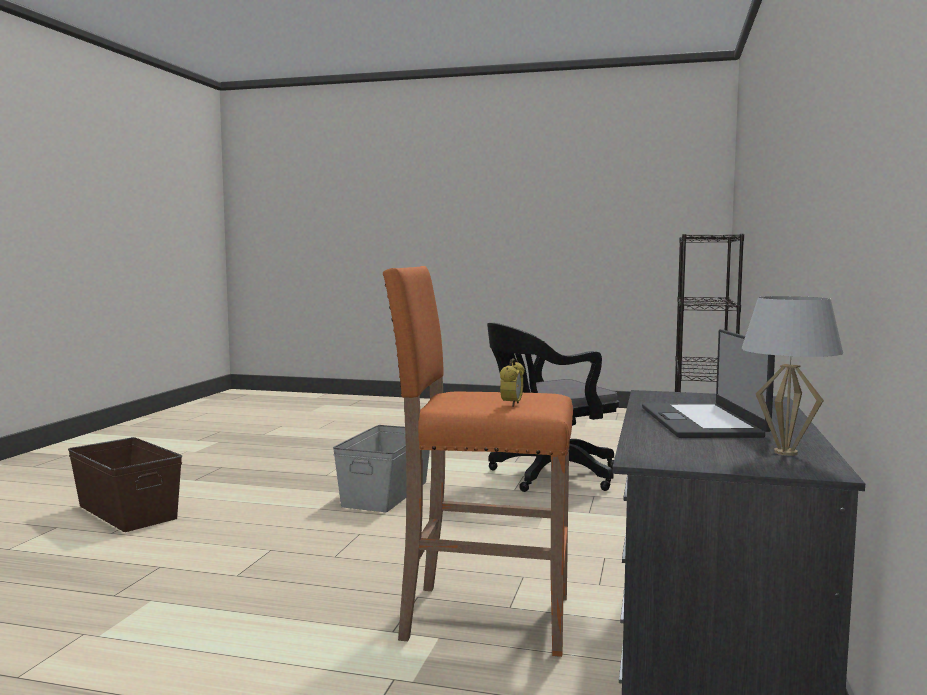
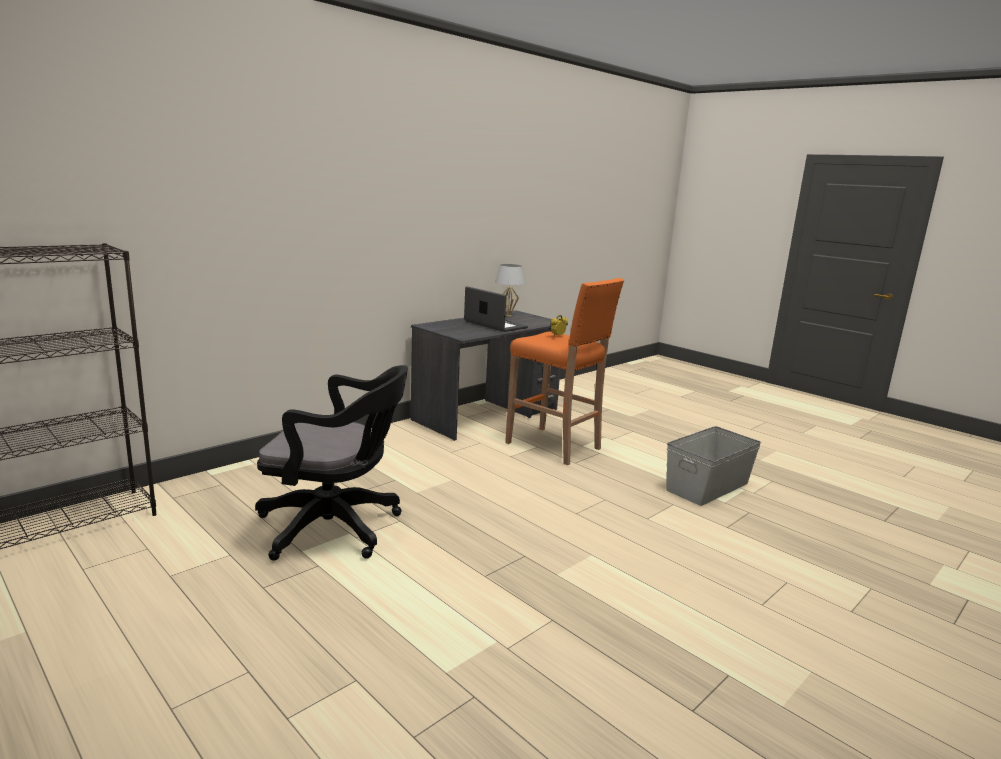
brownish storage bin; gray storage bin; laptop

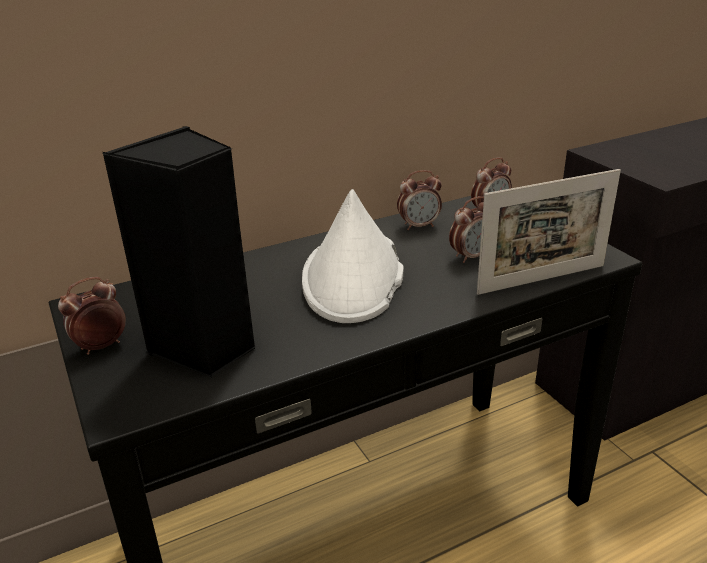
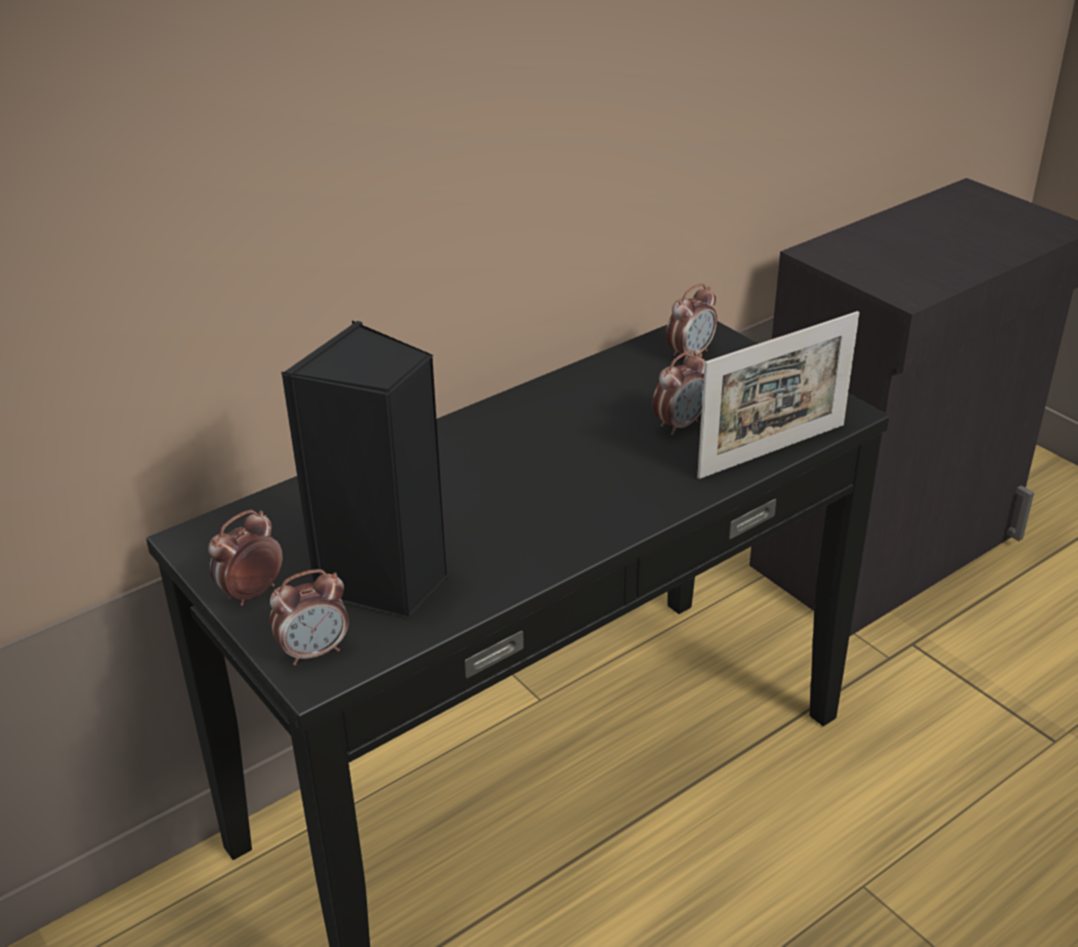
white-coloured wearable hat; table clock (no. 2 from left)

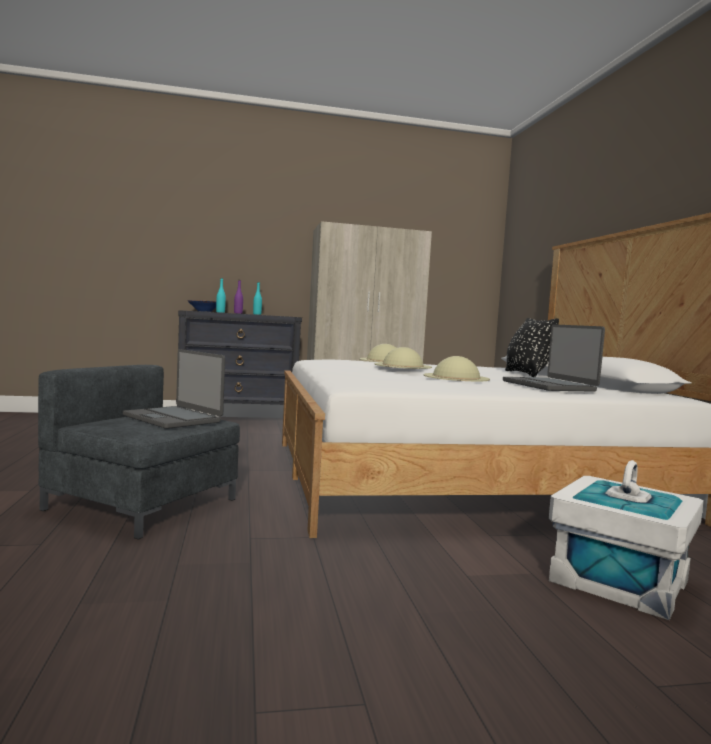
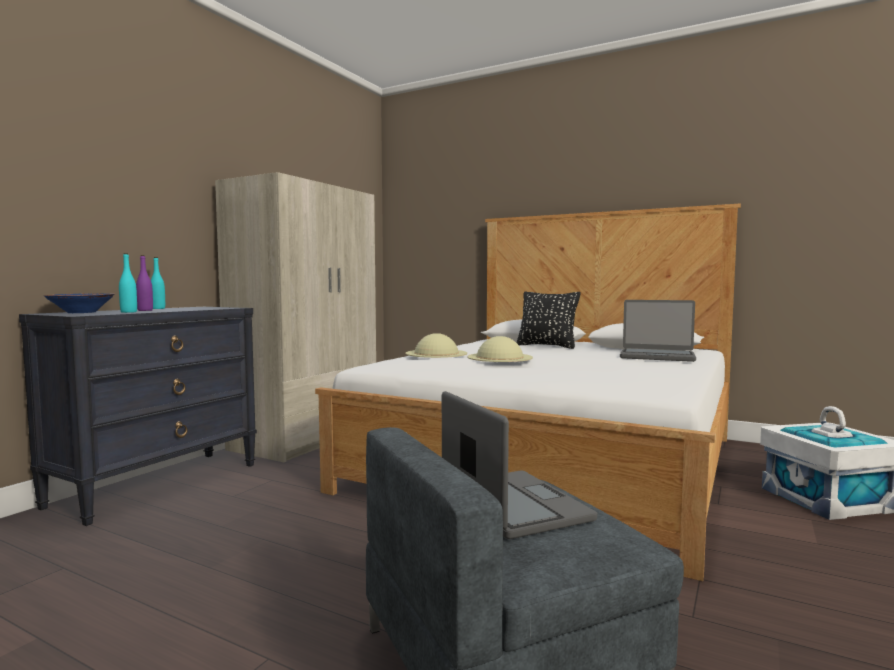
beige-coloured wearable hat (no. 3 from left in the first image); laptop (no. 1 from left)

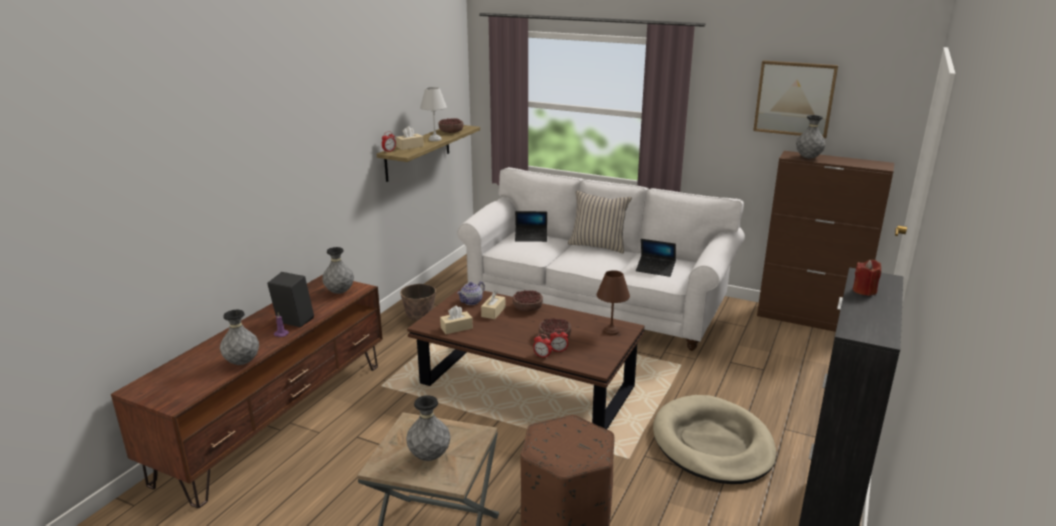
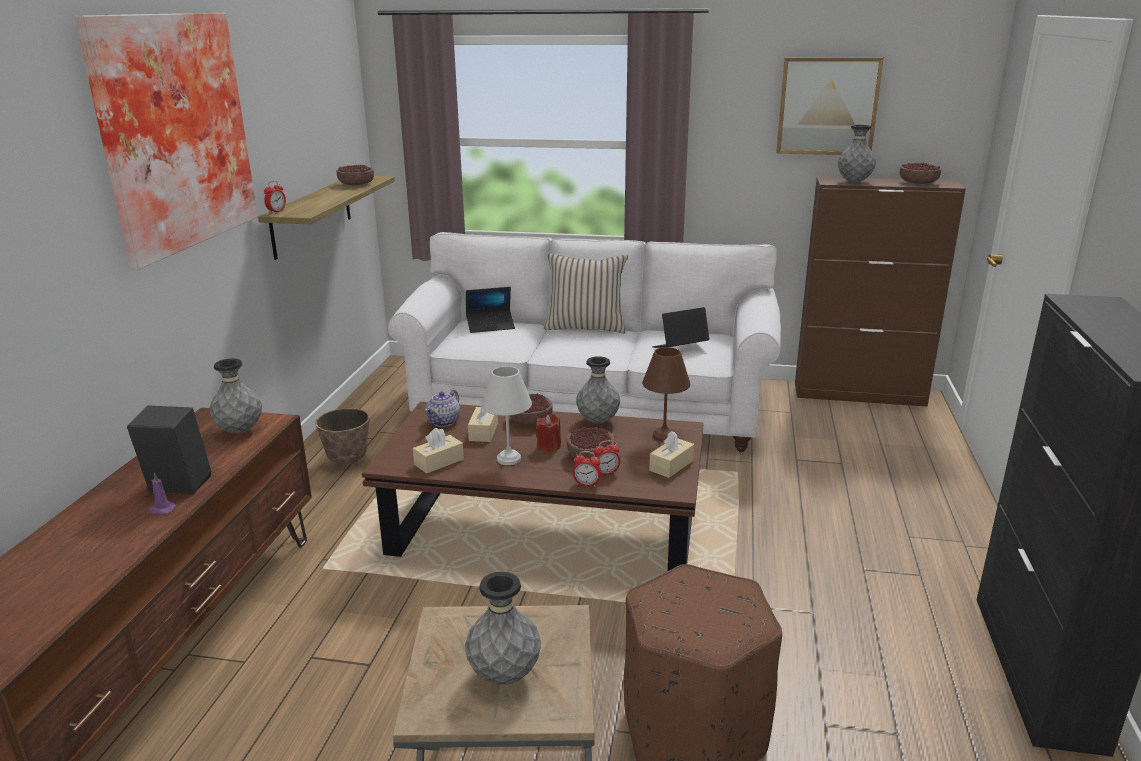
beige-coloured dog cushion; wall art (no. 1 from left); bowl (no. 4 from left); gray decorative vase (no. 3 from left); beige-coloured tissue holder (no. 3 from left); white-coloured lamp for a table; reddish wax light; laptop (no. 2 from left)

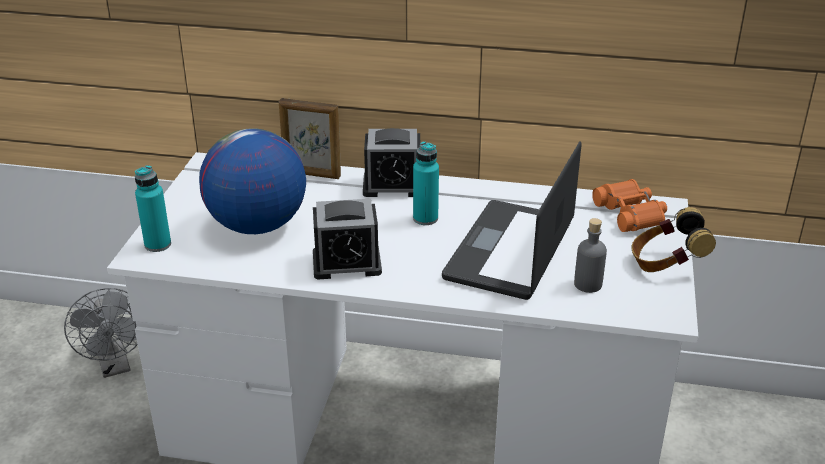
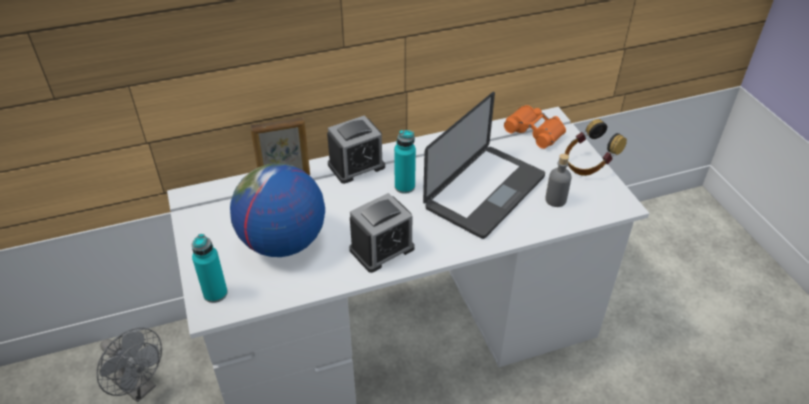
laptop

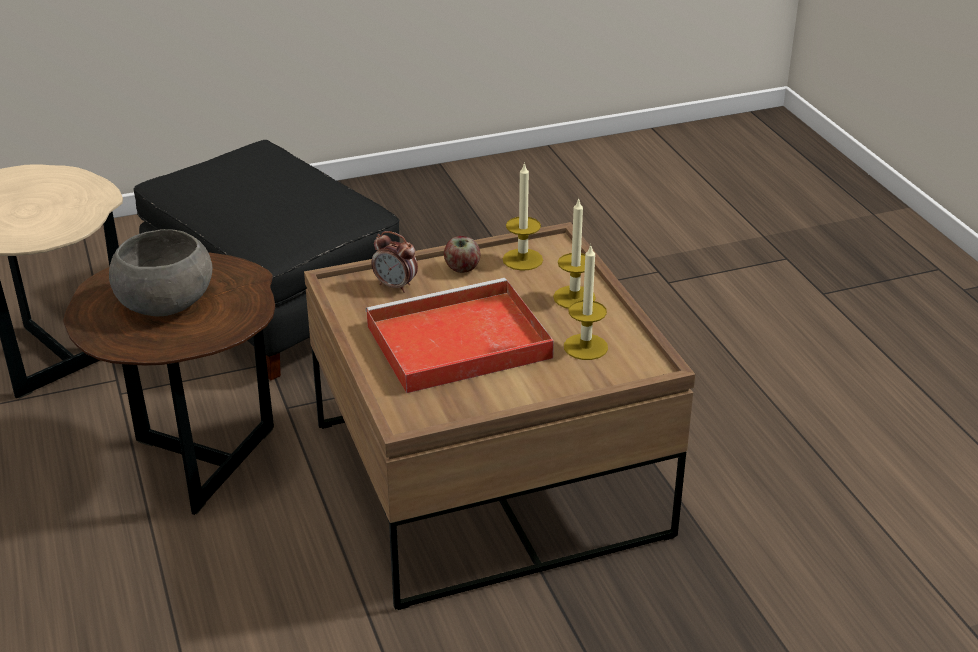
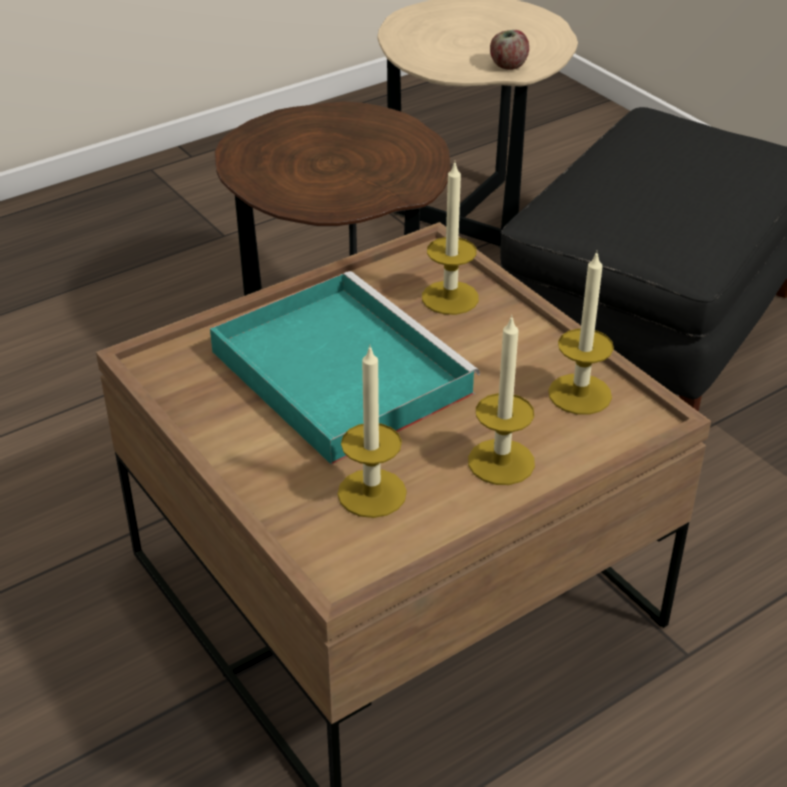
gray bowl; apple; wax light (no. 2 from left); turquoise-coloured tray

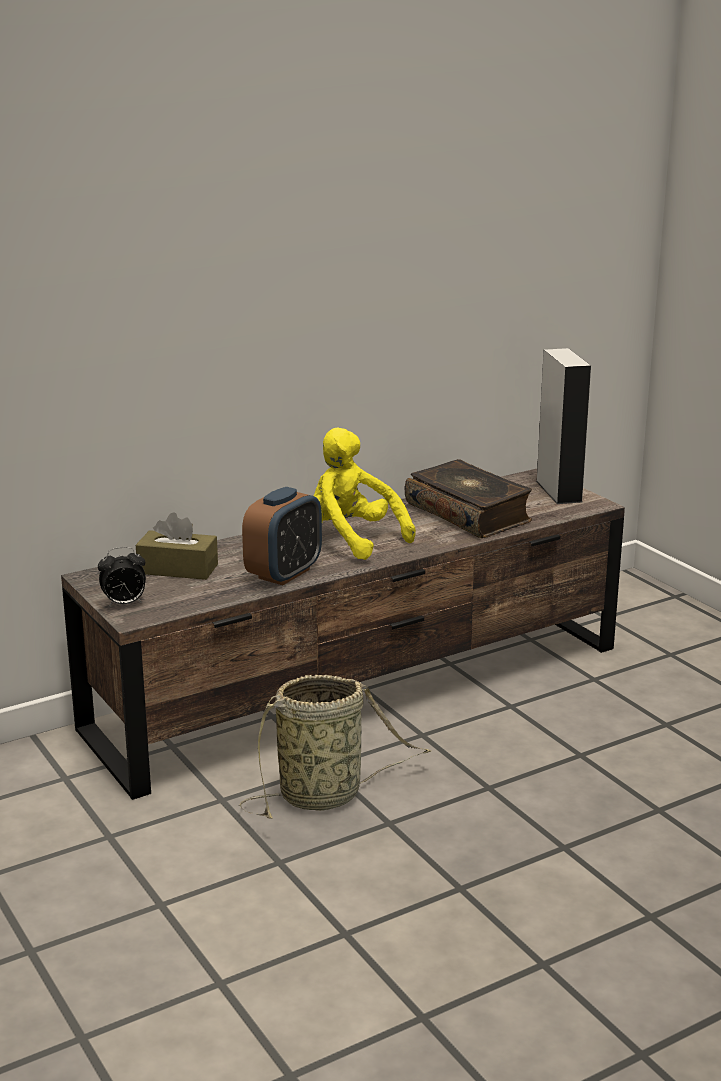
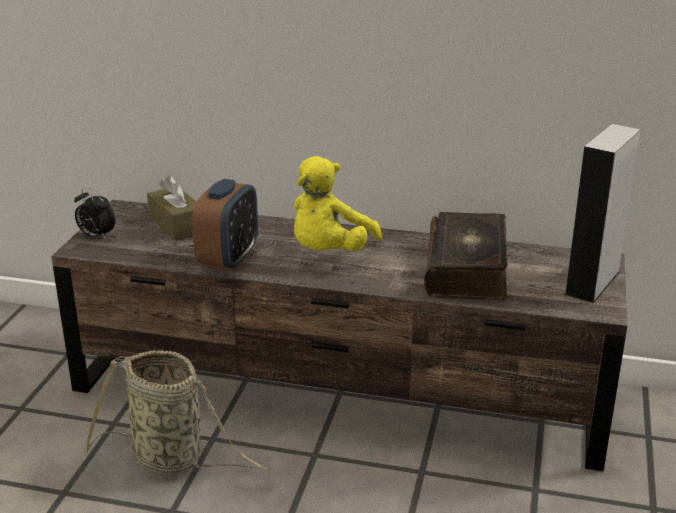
table clock (no. 2 from left); yellowish soft toy

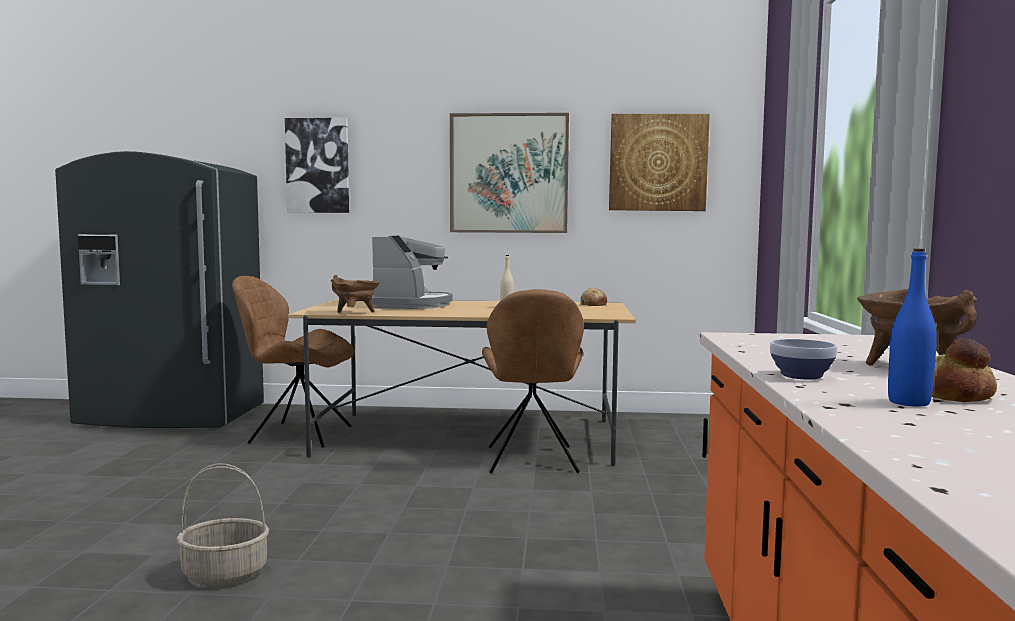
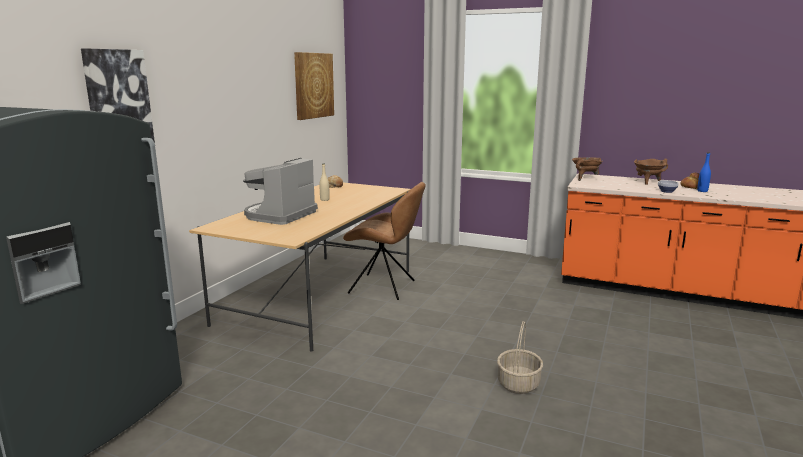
brownish chair (no. 1 from left in the first image); wall art (no. 2 from left in the first image); brownish saucepot (no. 1 from left); coffee brewer

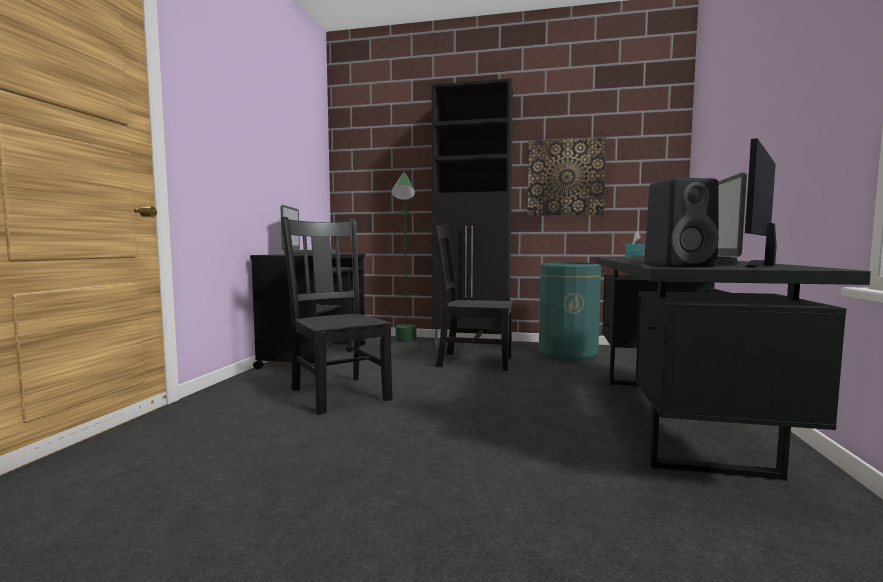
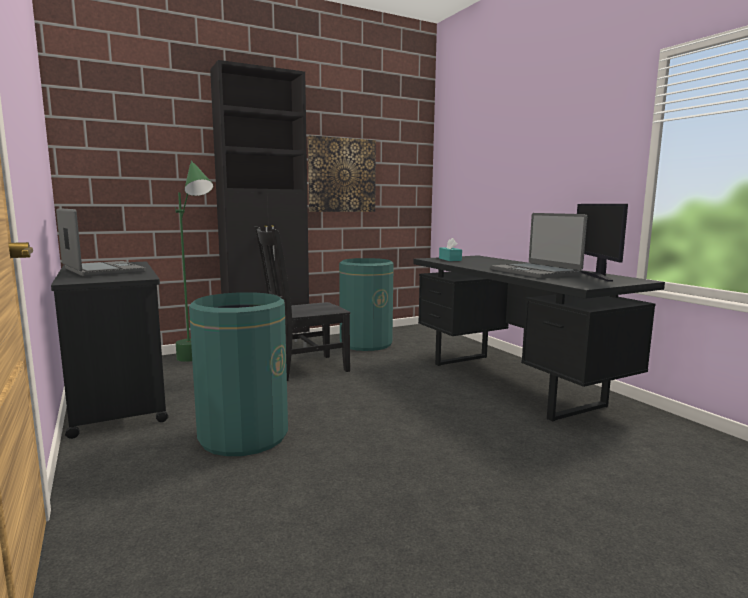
blackish audio speaker; green rubbish bin (no. 1 from left)

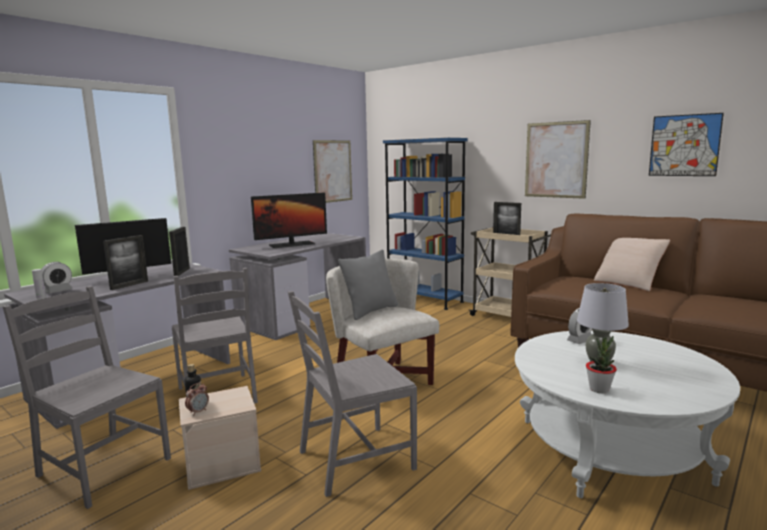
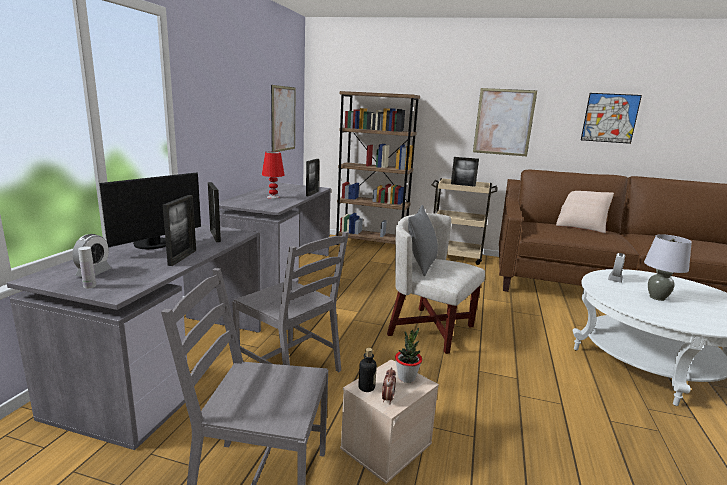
gray chair (no. 3 from left in the first image); photo frame (no. 3 from left); houseplant; reddish lamp for a table; brownish bookcase

